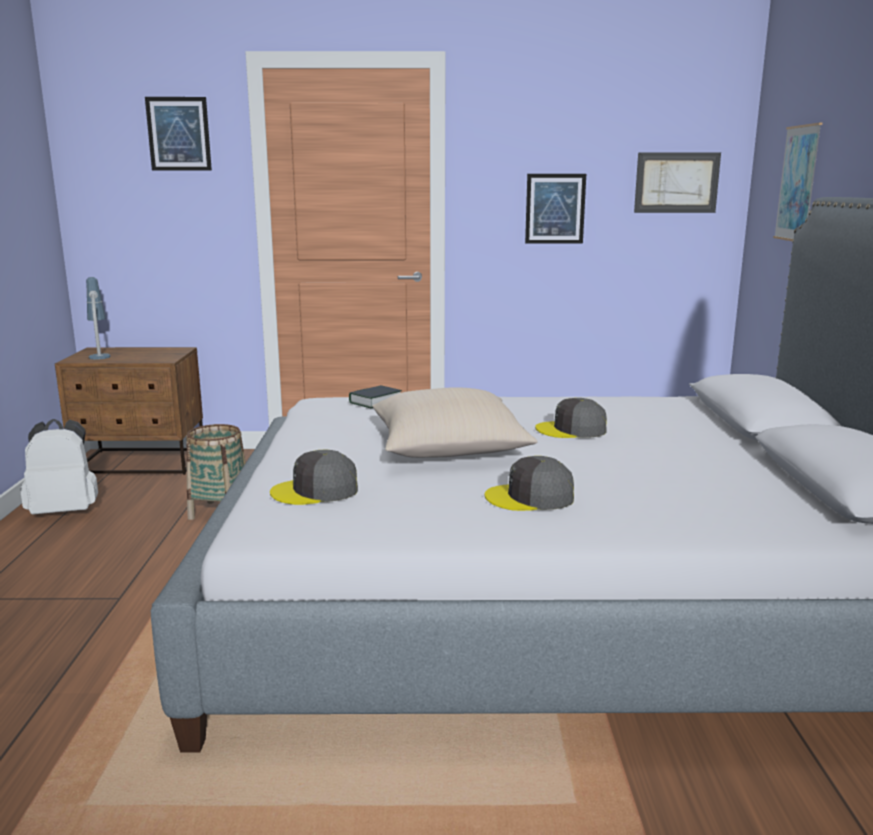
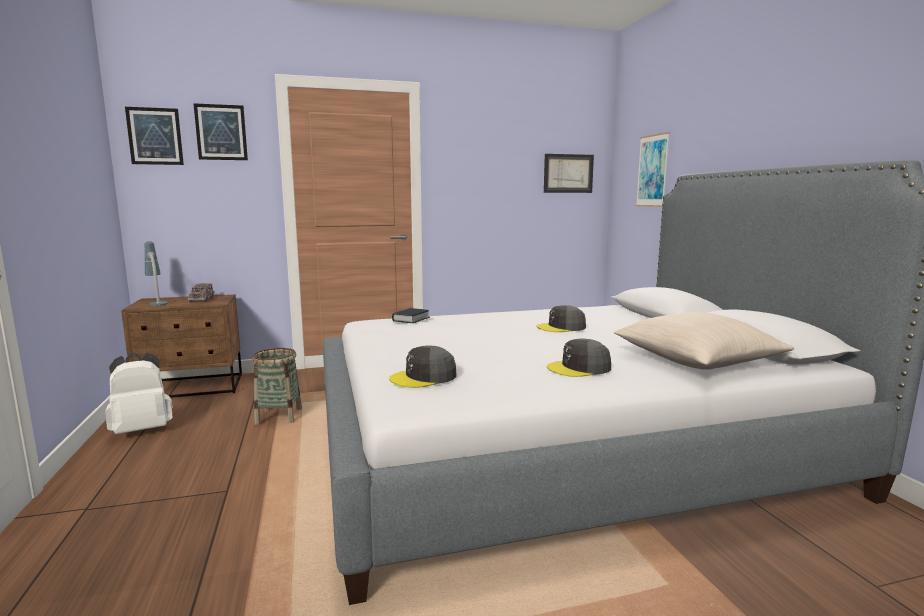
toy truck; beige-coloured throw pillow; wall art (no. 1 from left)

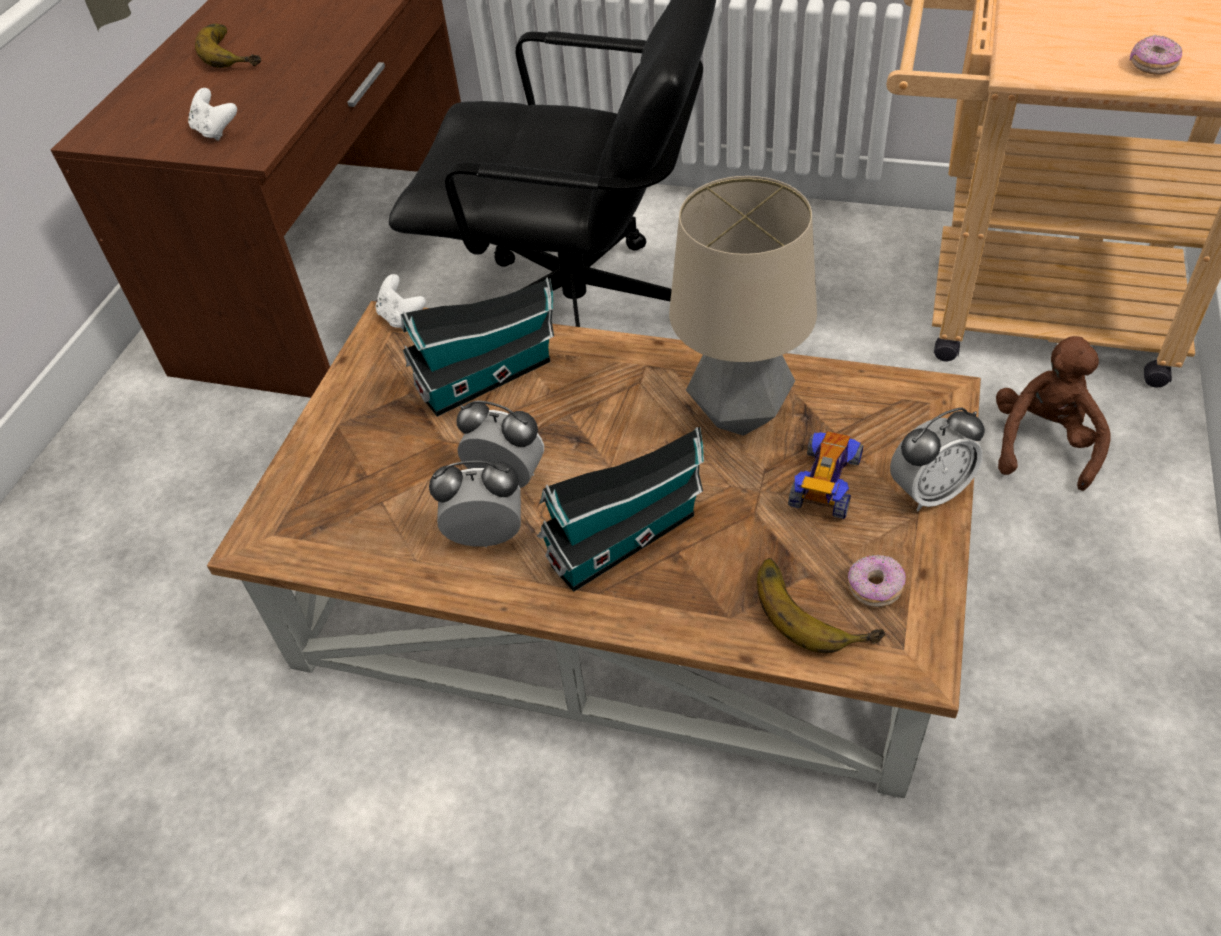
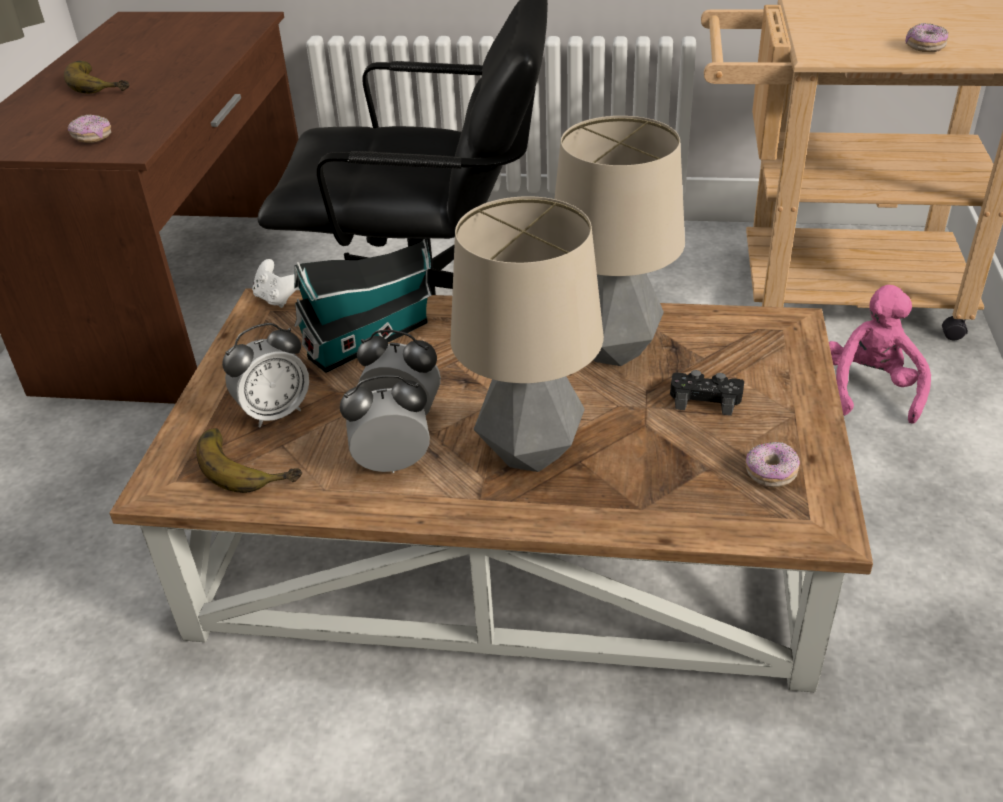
banana (no. 2 from left); table clock (no. 1 from left); donut (no. 1 from left); lamp for a table (no. 1 from left); blackish game controller; pinkish soft toy

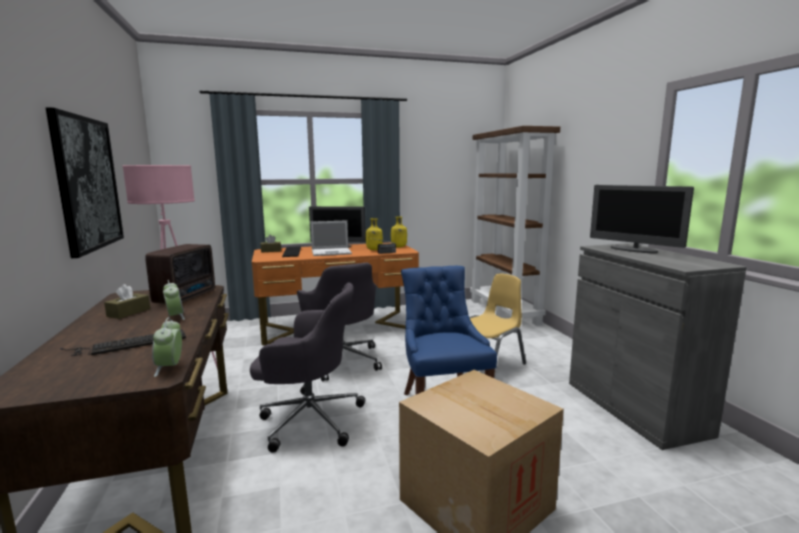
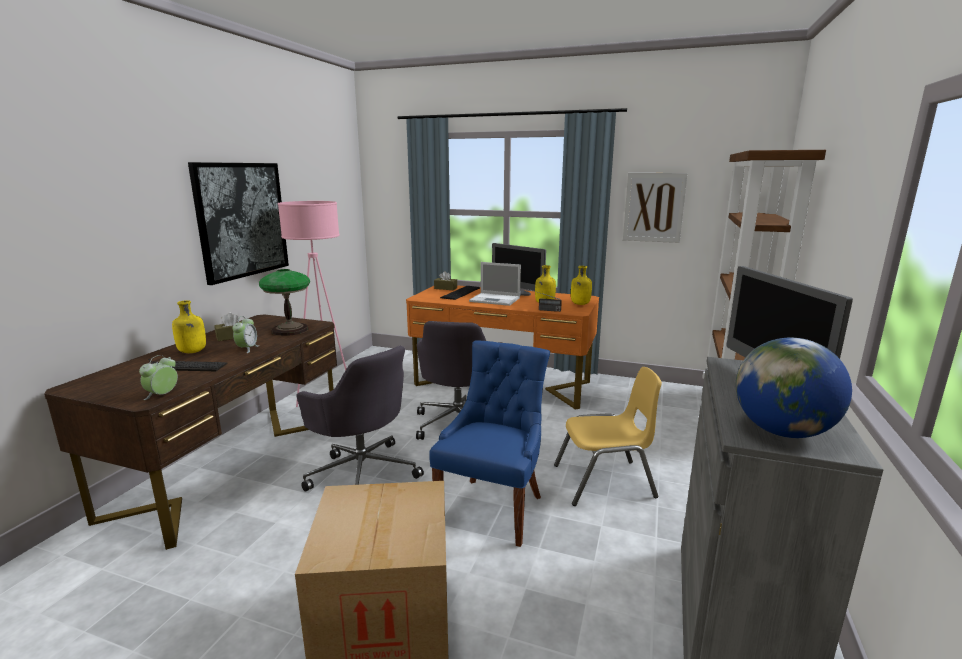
yellowish drink bottle (no. 1 from left); wall art (no. 2 from left); desk globe; lamp for a table

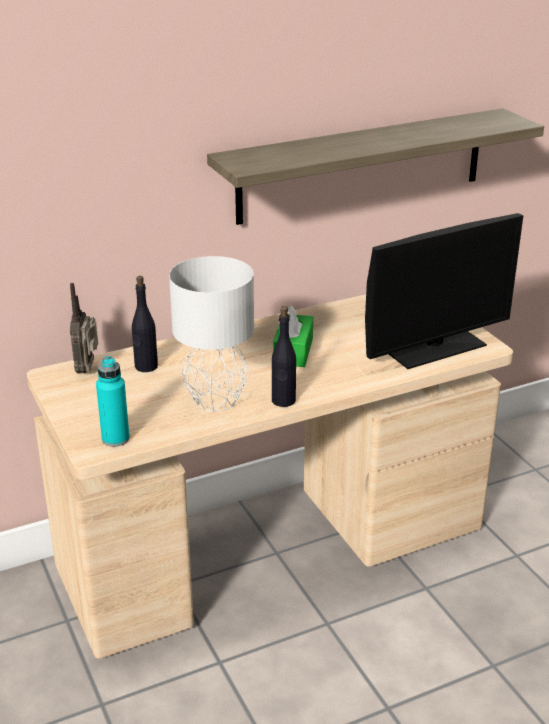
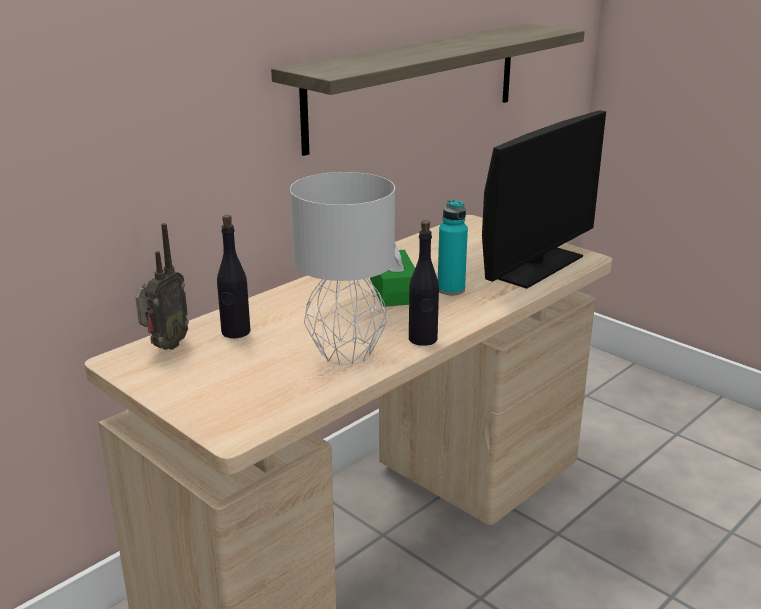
turquoise-coloured drink bottle; radio

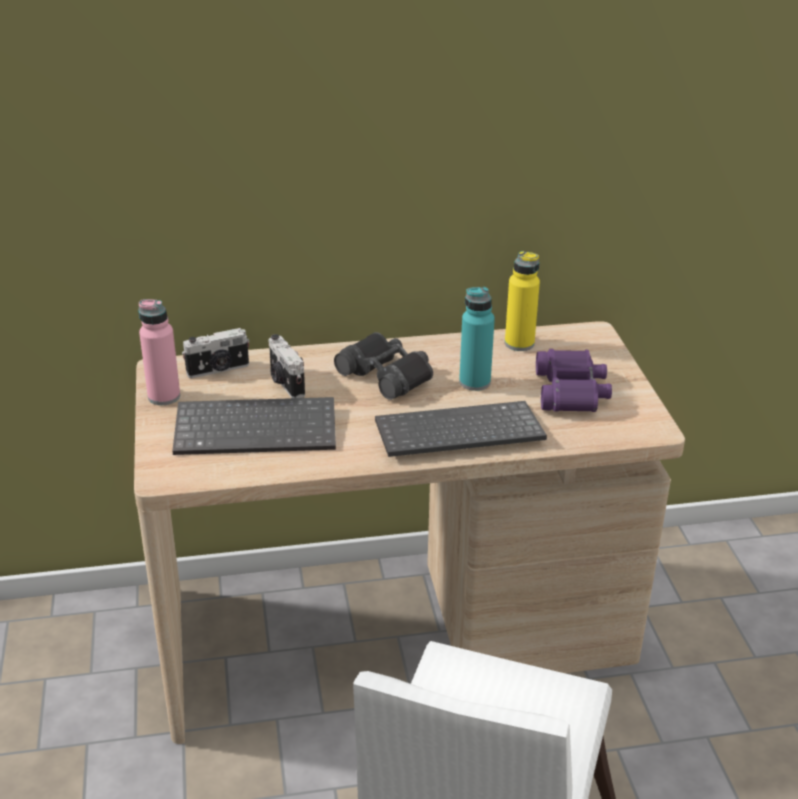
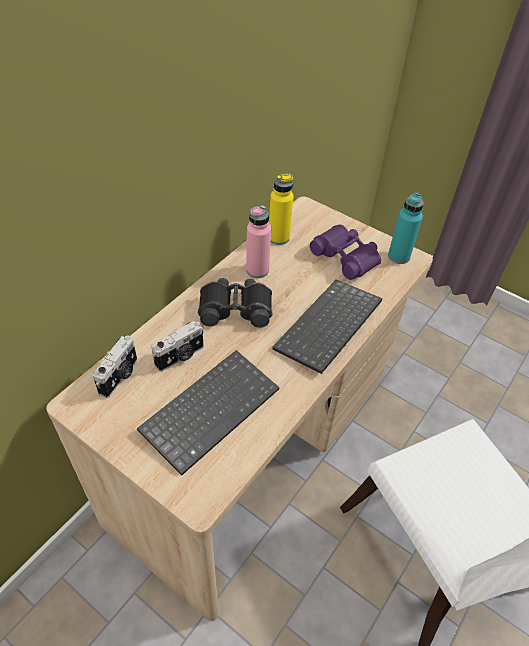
pinkish drink bottle; turquoise-coloured drink bottle; still camera (no. 2 from left)

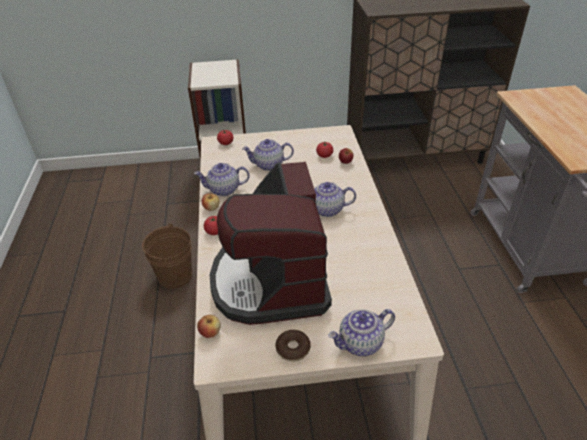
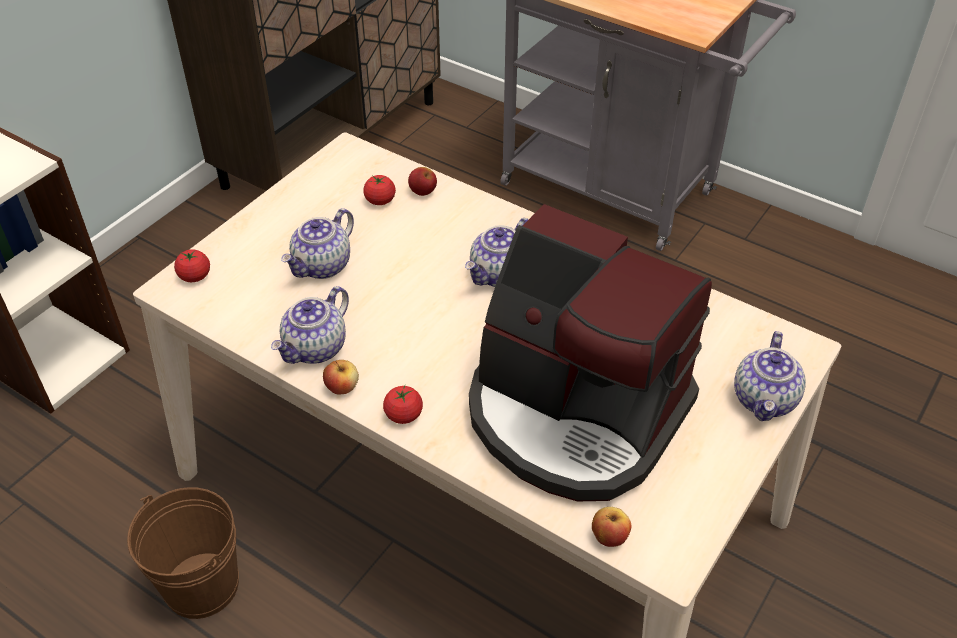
donut

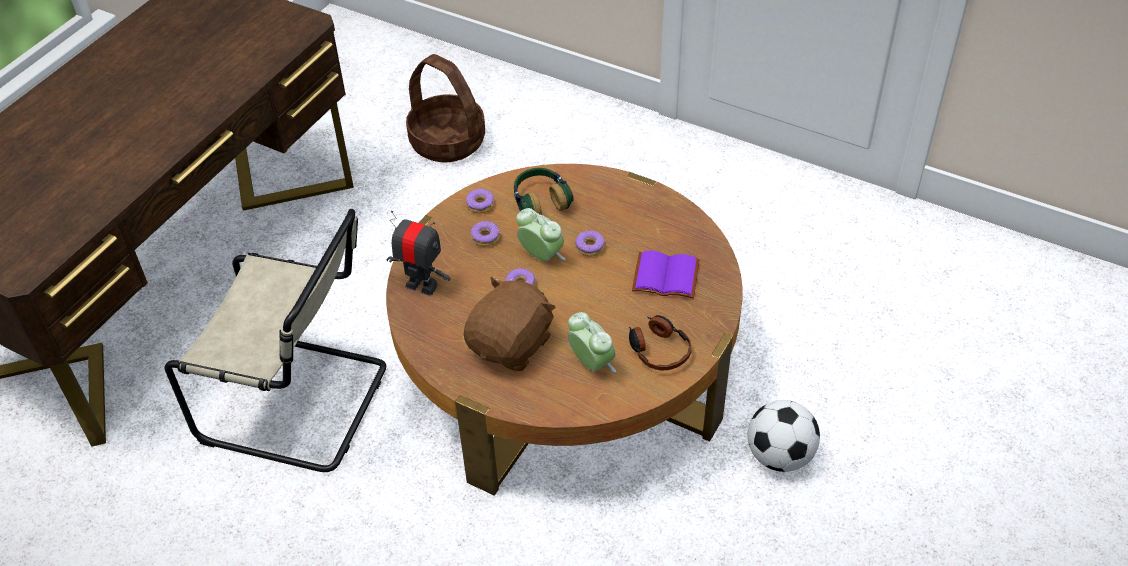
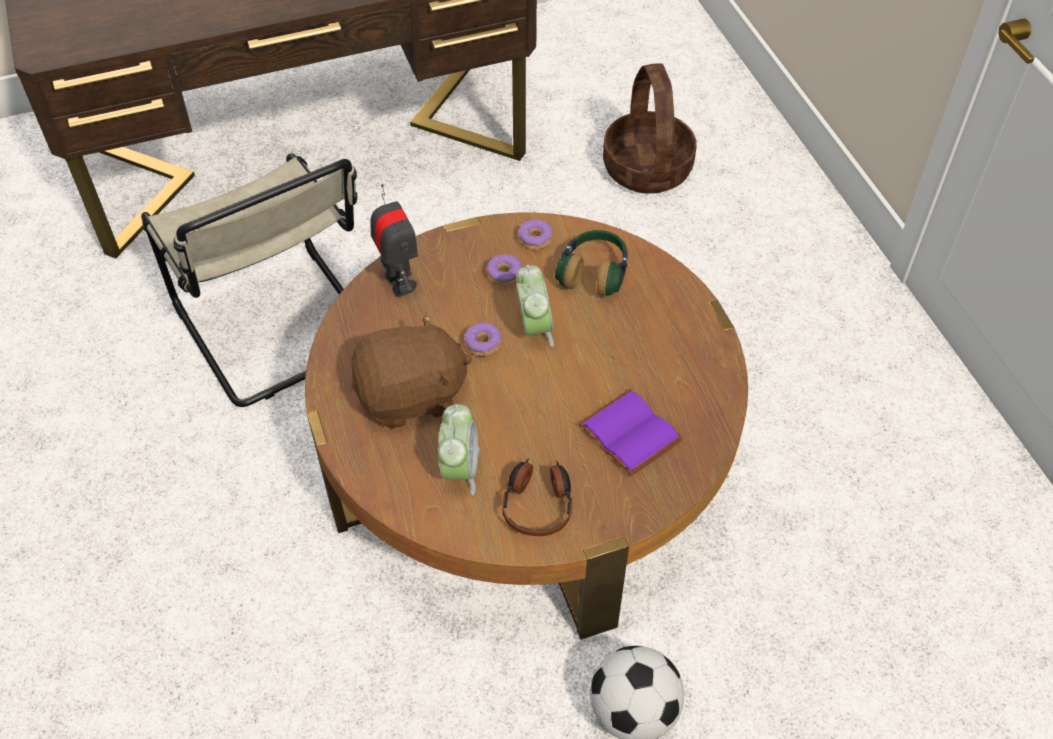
donut (no. 4 from left in the first image)

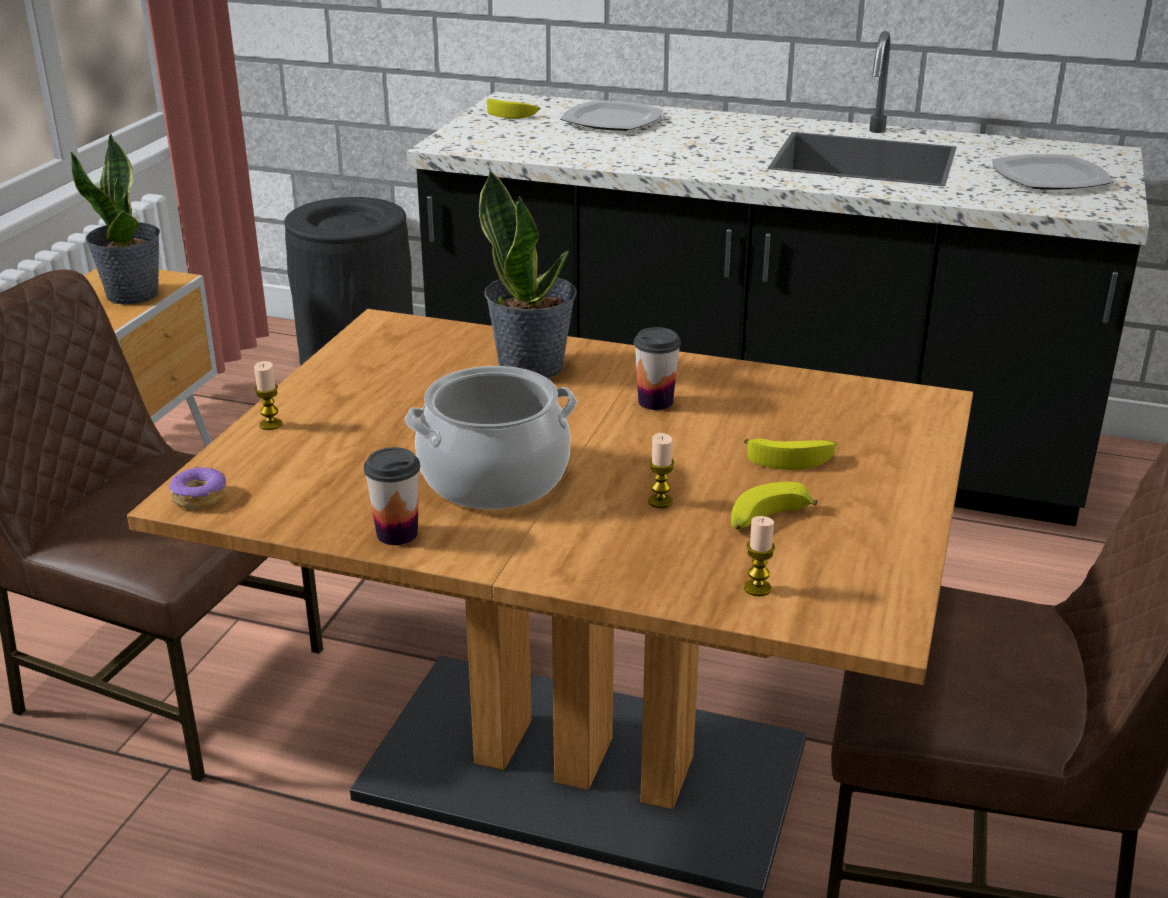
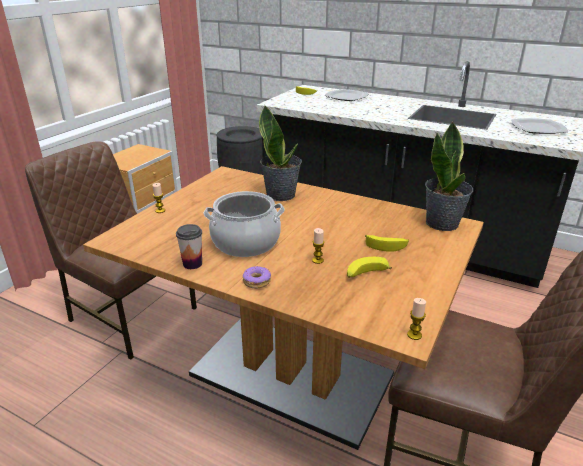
small cup (no. 2 from left in the first image); houseplant (no. 2 from left); donut; wax light (no. 3 from left)

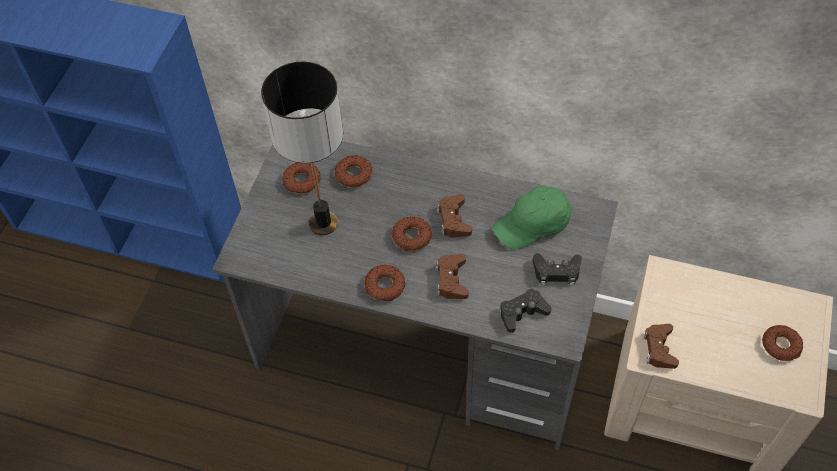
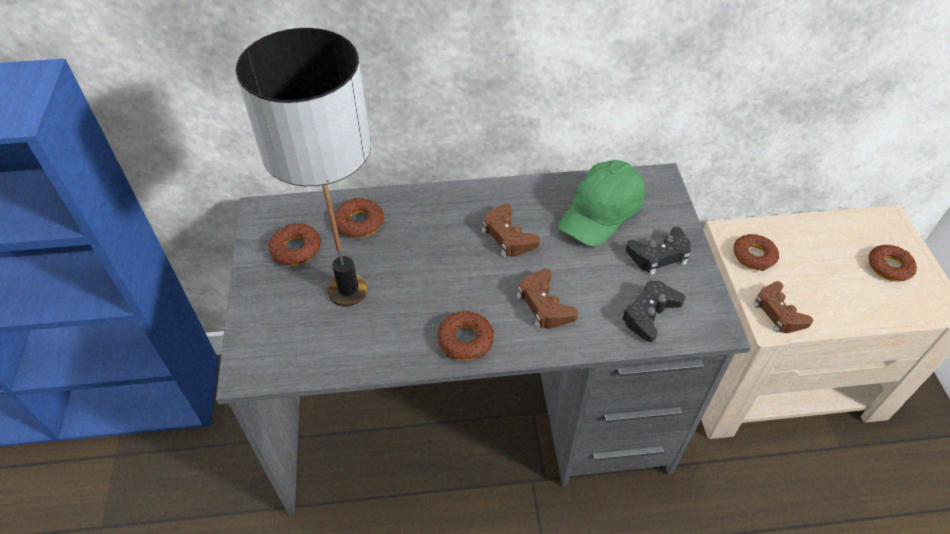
donut (no. 4 from left)

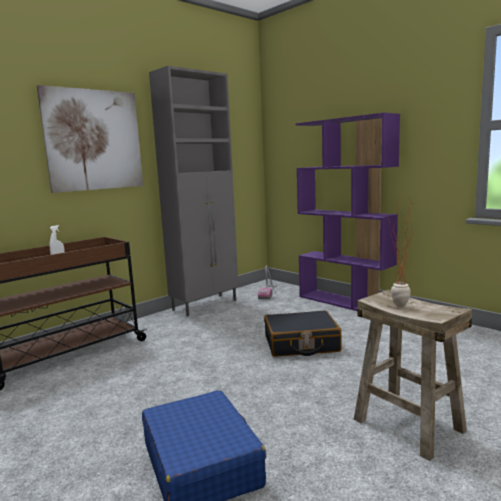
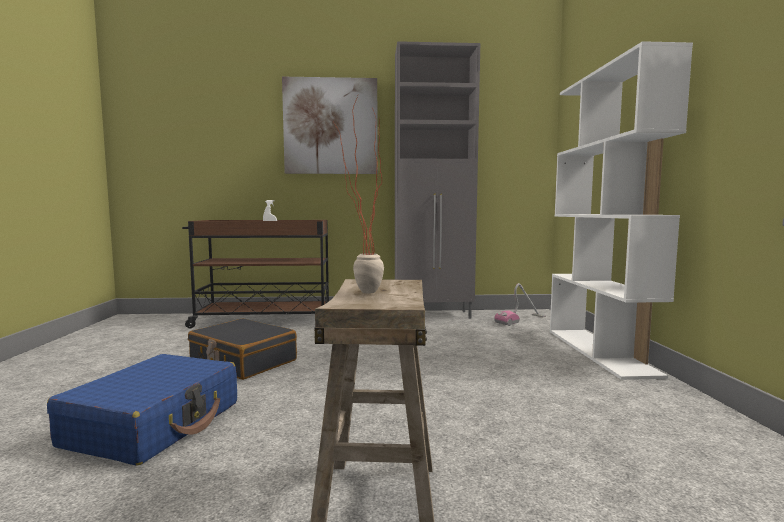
blackish suitcase; white-coloured bookcase

